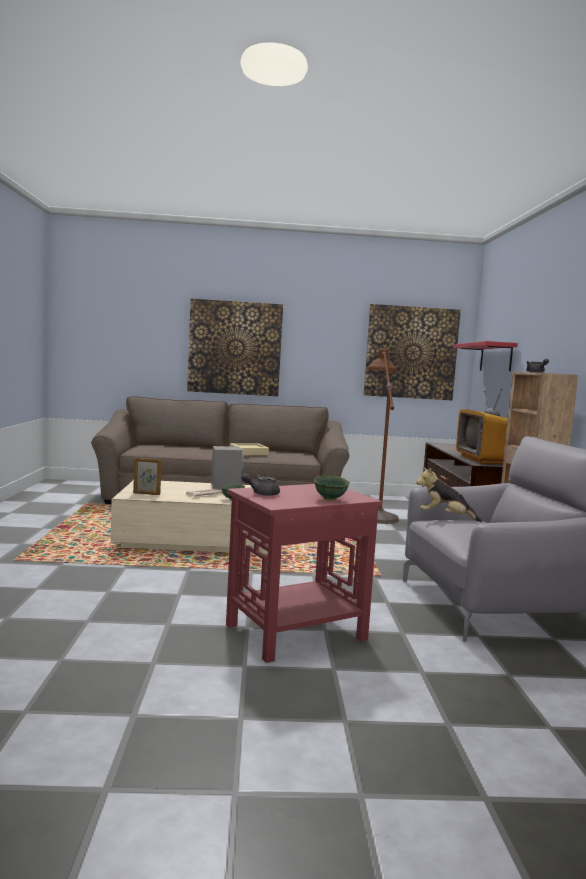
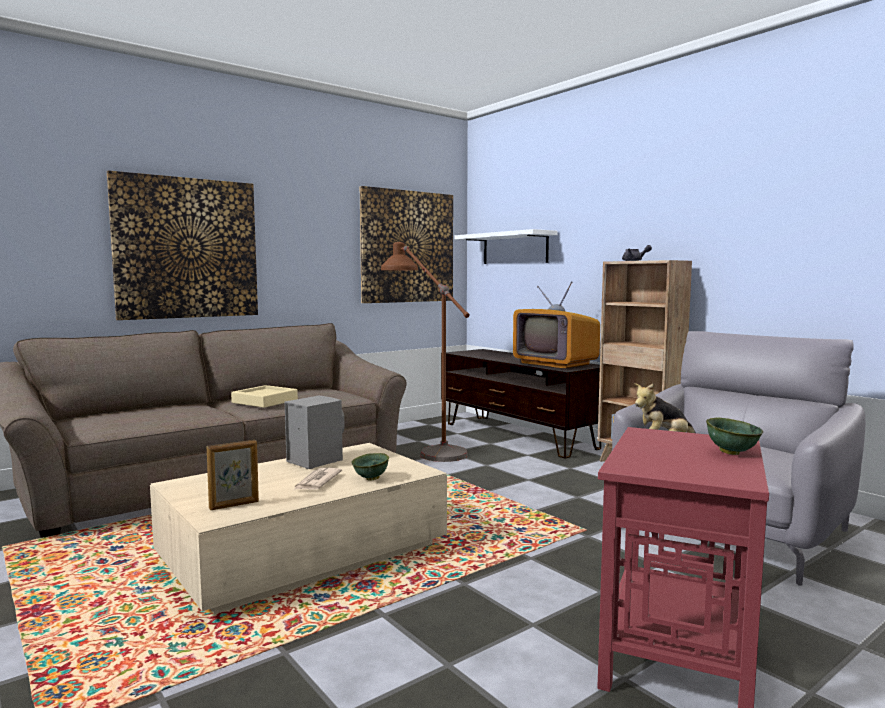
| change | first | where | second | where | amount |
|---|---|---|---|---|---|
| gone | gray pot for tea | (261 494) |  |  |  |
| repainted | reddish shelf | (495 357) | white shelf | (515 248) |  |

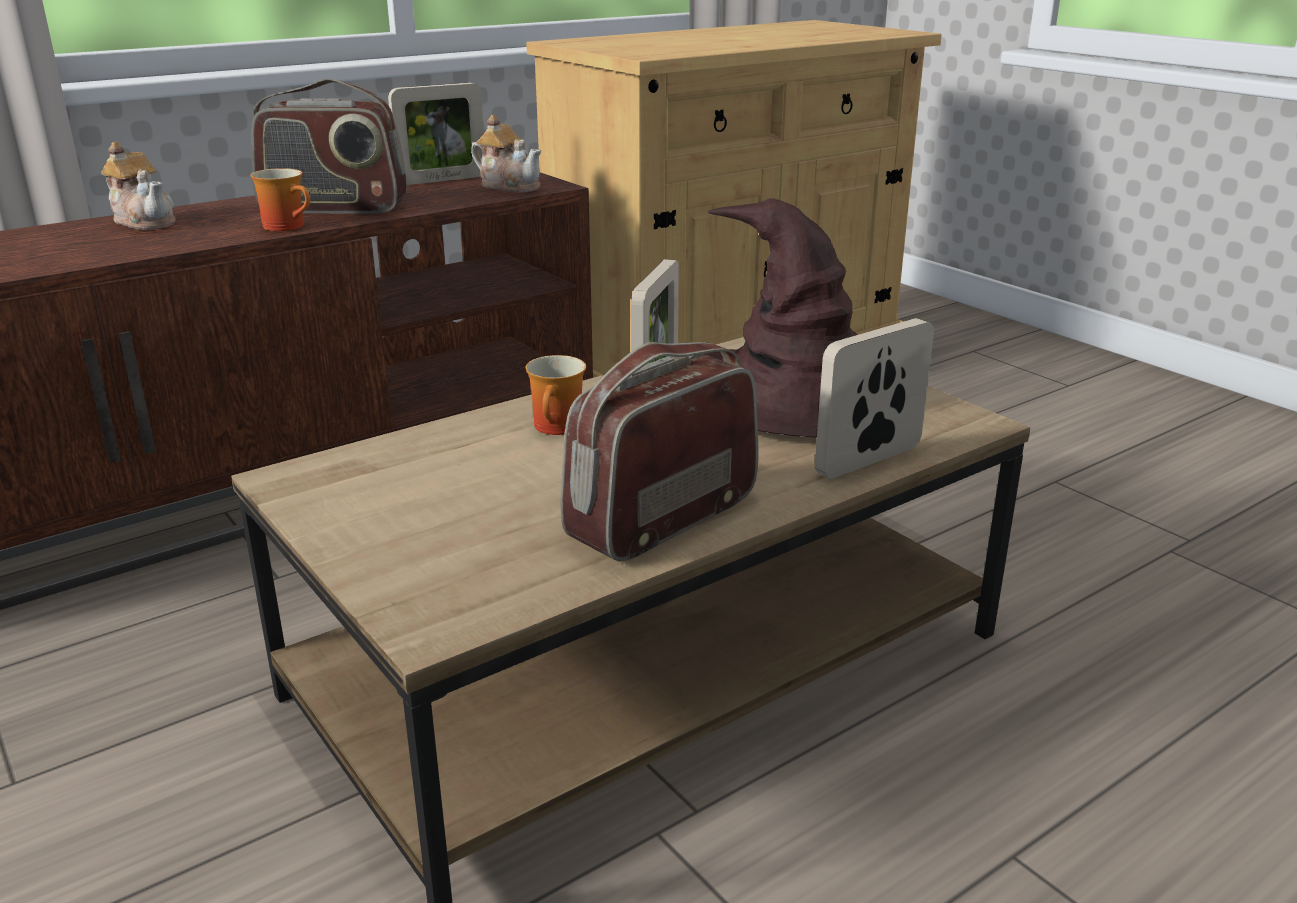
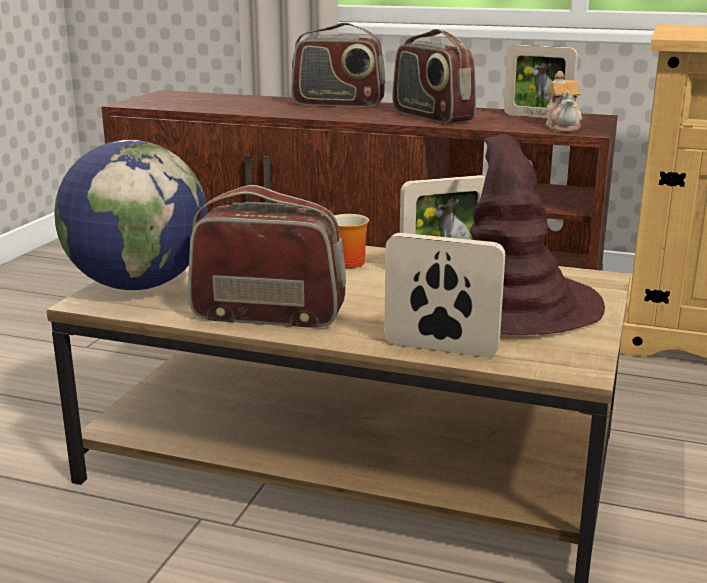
| change | first | where | second | where | amount |
|---|---|---|---|---|---|
| gone | coffee mug | (289 226) |  |  |  |
| new |  |  | world globe | (138 285) |  |
| swapped | pot for tea | (145 221) | radio | (338 104) |  |

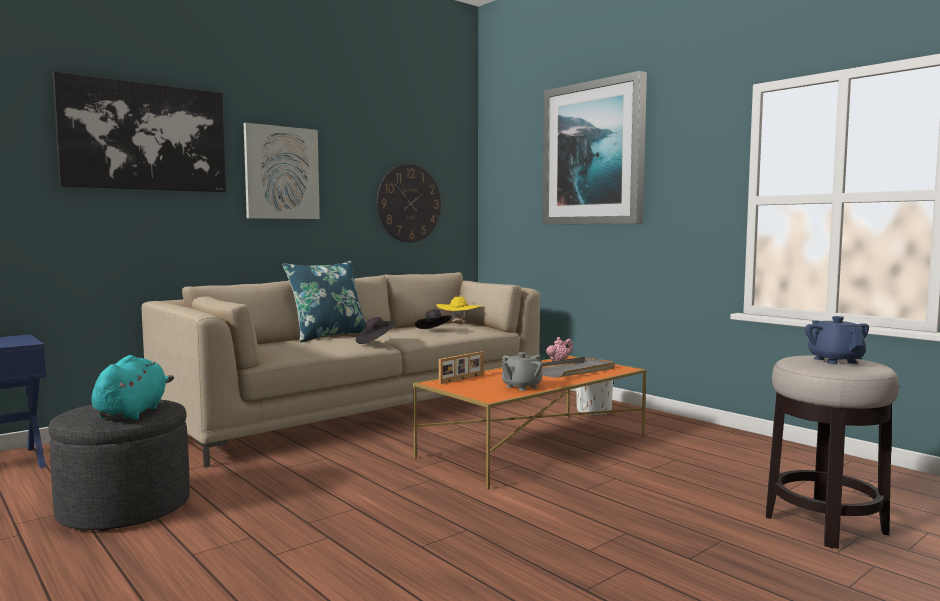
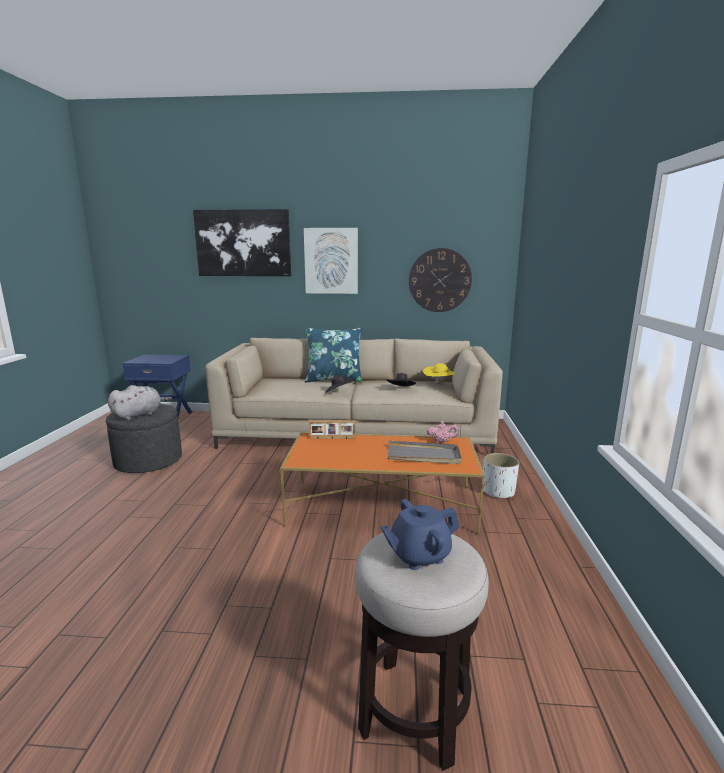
| change | first | where | second | where | amount |
|---|---|---|---|---|---|
| gone | gray pot for tea | (521 387) |  |  |  |
| gone | wall picture | (594 154) |  |  |  |
| repainted | blue-green plush toy | (132 413) | gray plush toy | (139 415) |  |
| rotated | blue pot for tea | (835 360) |  | (419 555) | 150 degrees counterclockwise |

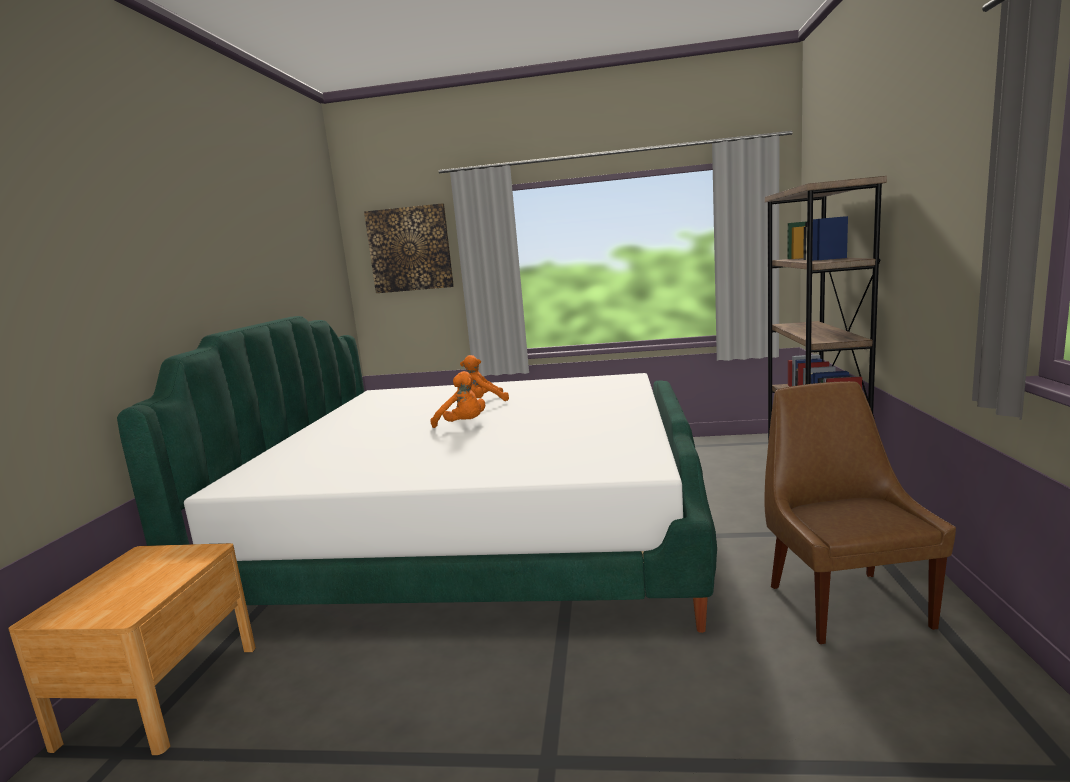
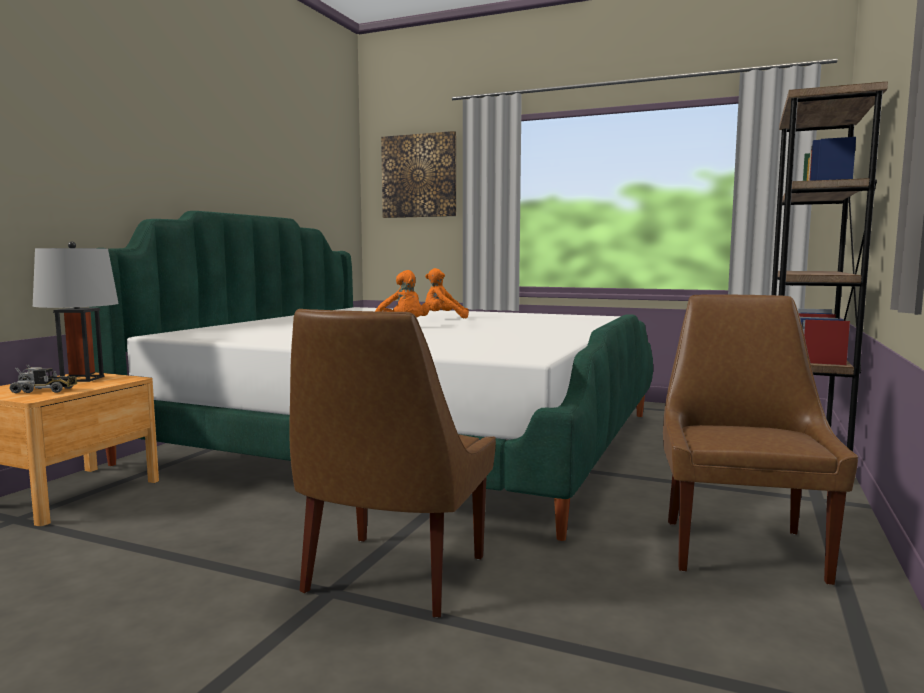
| change | first | where | second | where | amount |
|---|---|---|---|---|---|
| new |  |  | toy lorry | (45 390) |  |
| new |  |  | gray tabletop lamp | (82 379) |  |
| new |  |  | brown plain chair | (392 577) |  |

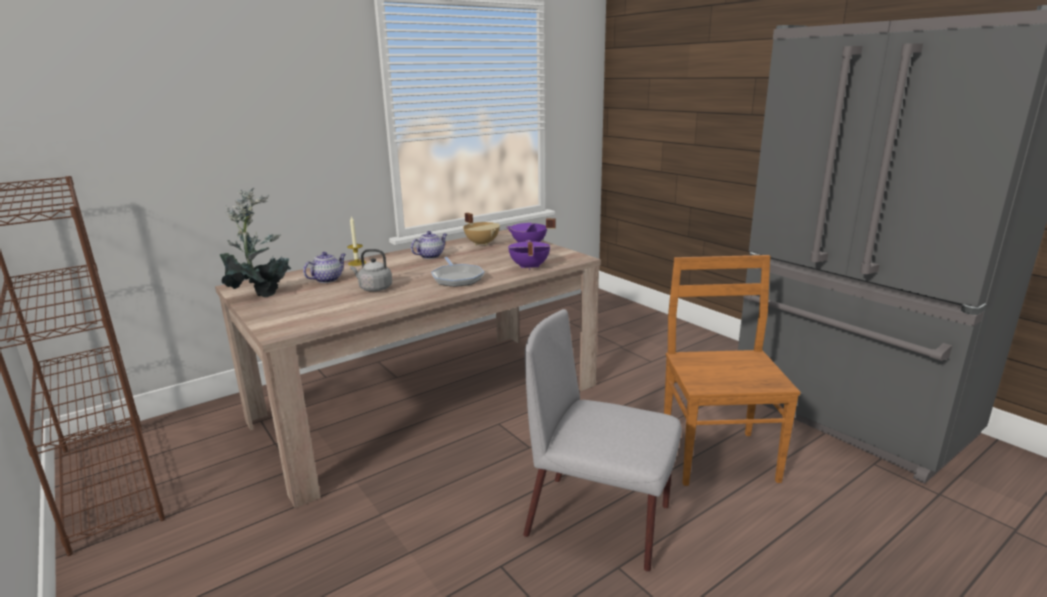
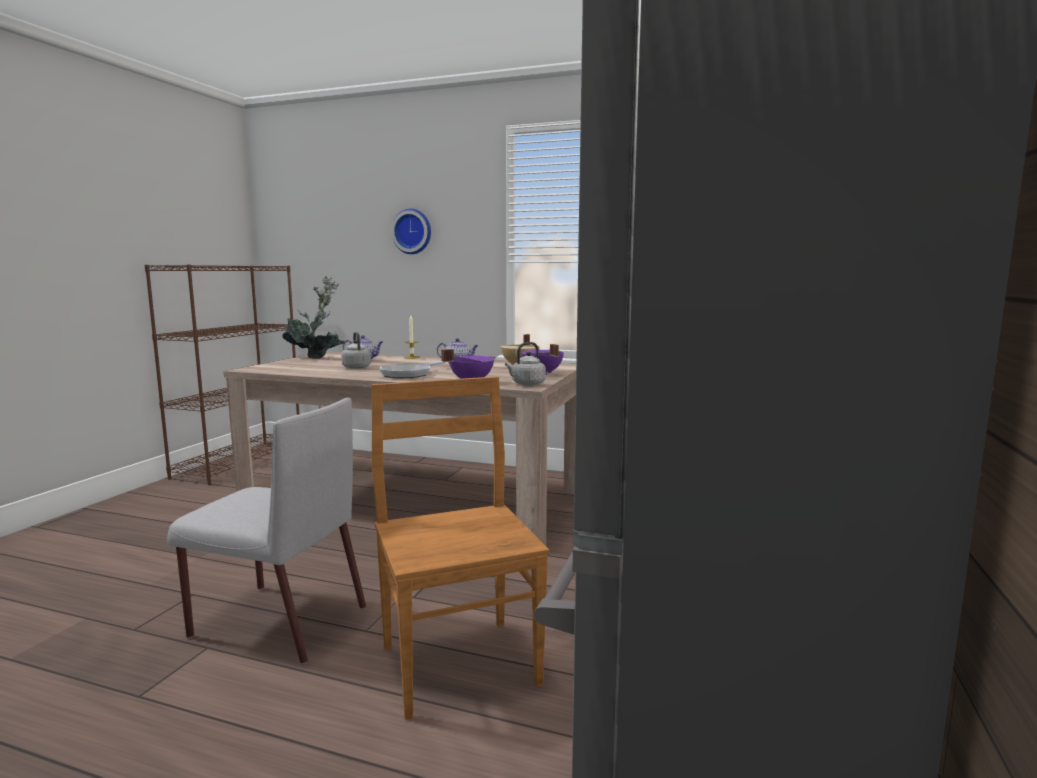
| change | first | where | second | where | amount |
|---|---|---|---|---|---|
| new |  |  | clock on the wall | (413 231) |  |
| new |  |  | gray water kettle | (526 384) |  |
| rotated | gray plain chair | (601 521) |  | (277 621) | 120 degrees clockwise |
| rotated | brown plain chair | (717 455) |  | (458 662) | 75 degrees counterclockwise |

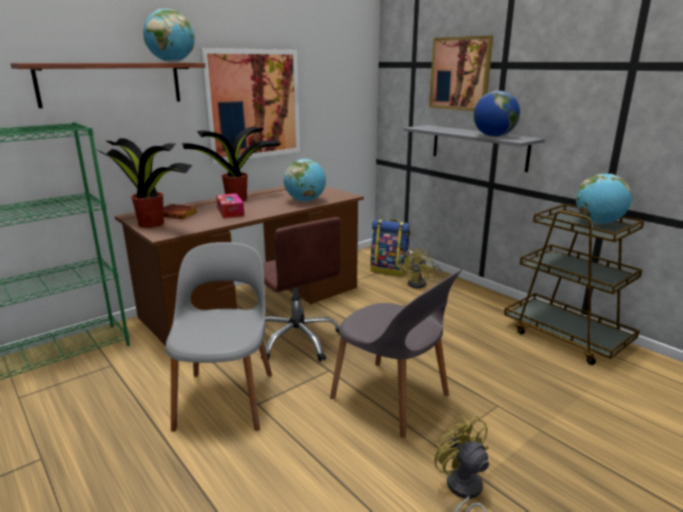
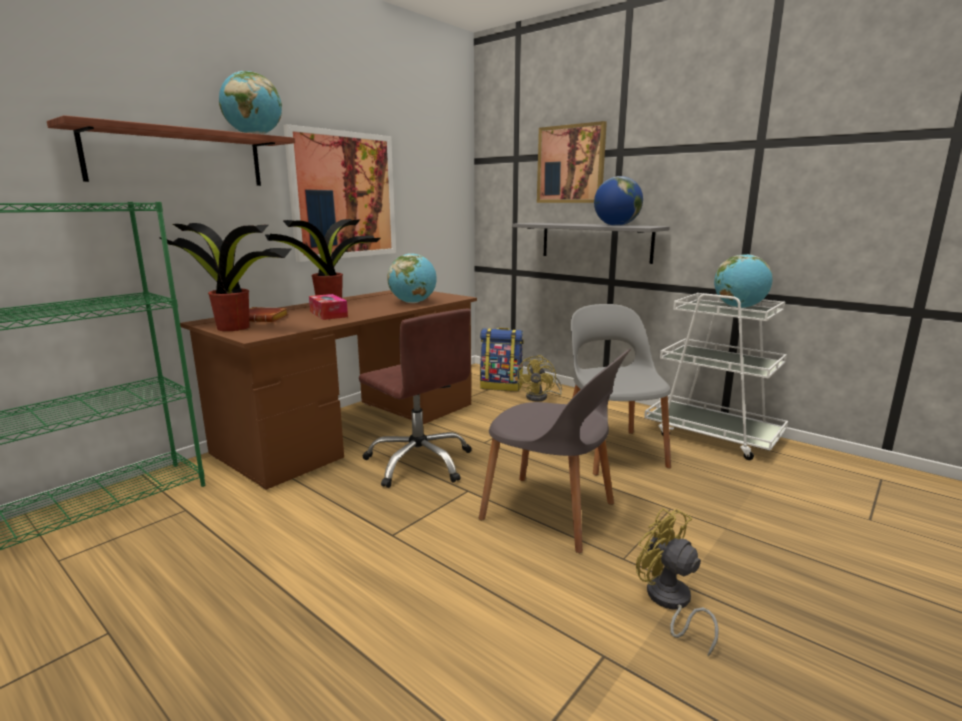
| change | first | where | second | where | amount |
|---|---|---|---|---|---|
| shifted | gray plain chair | (226 398) |  | (612 450) |  |
| repainted | brown wheeled cart | (566 336) | white wheeled cart | (712 436) |  |

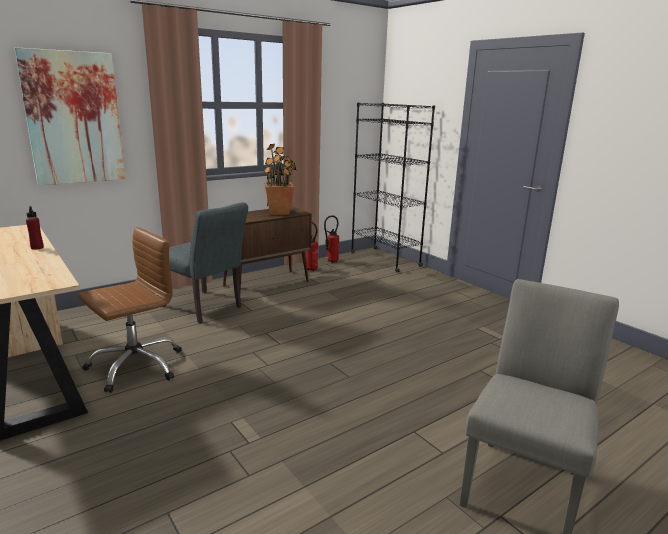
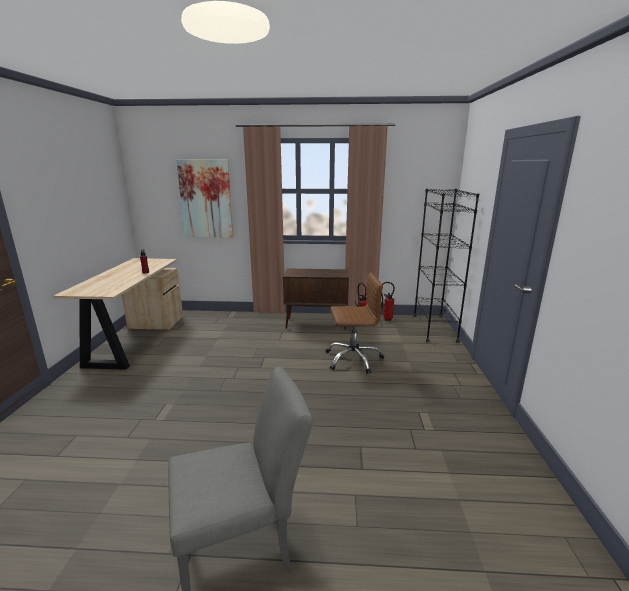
| change | first | where | second | where | amount |
|---|---|---|---|---|---|
| gone | gray plain chair | (205 308) |  |  |  |
| gone | houseplant | (279 212) |  |  |  |
| shifted | brown computer chair | (135 366) |  | (353 359) |  |

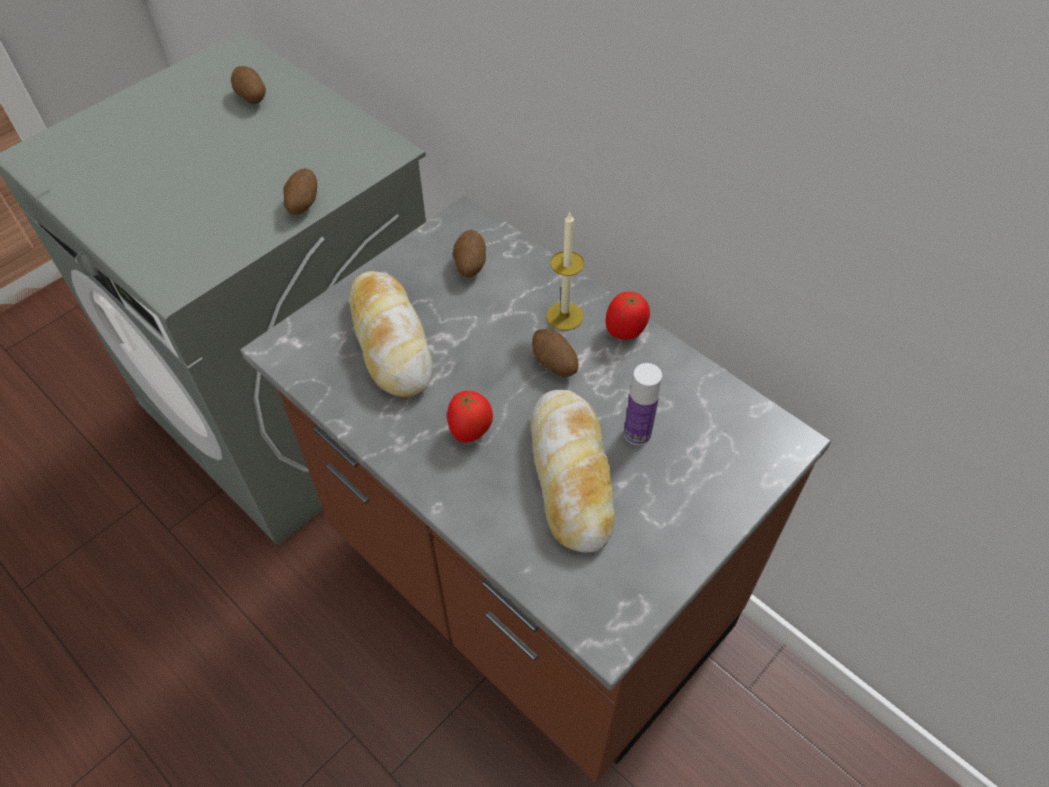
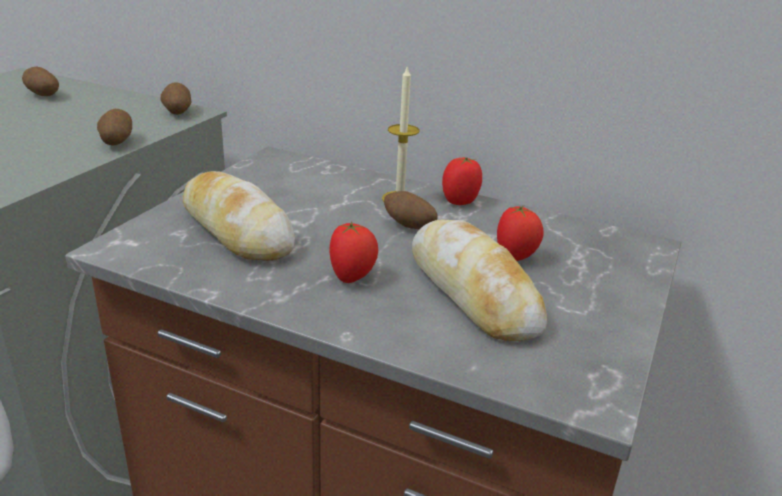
| change | first | where | second | where | amount |
|---|---|---|---|---|---|
| shifted | potato | (470 265) |  | (177 112) |  |
| swapped | bottle | (637 434) | whole tomato | (515 257) |  |

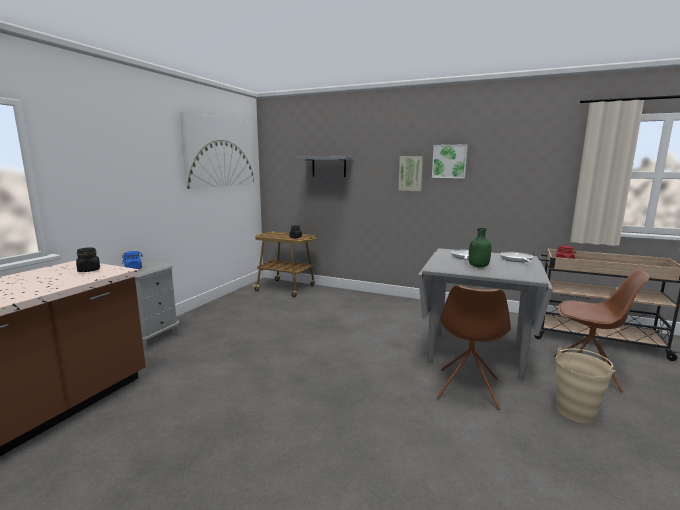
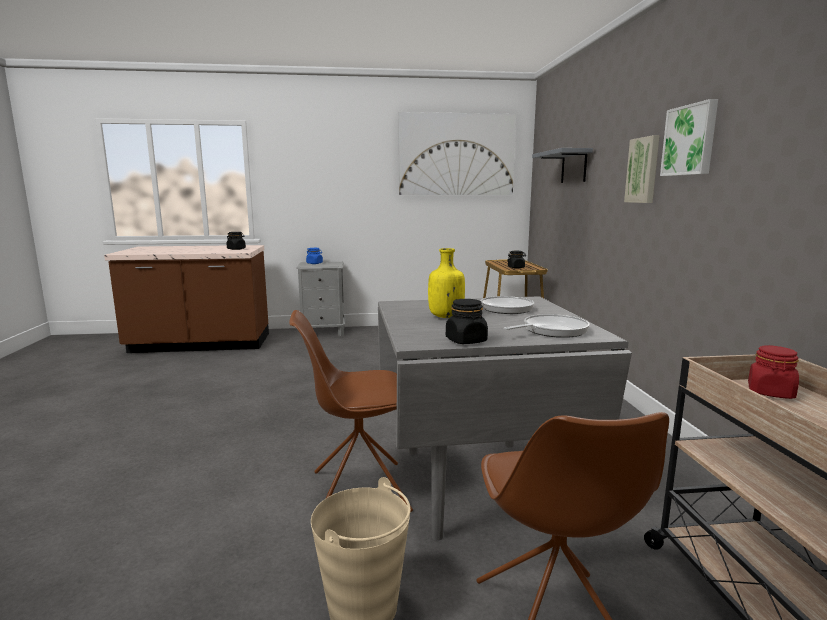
| change | first | where | second | where | amount |
|---|---|---|---|---|---|
| new |  |  | blackish storage jar | (466 341) |  |
| repainted | greenish bottle | (478 266) | yellow-coloured bottle | (445 316) |  |

